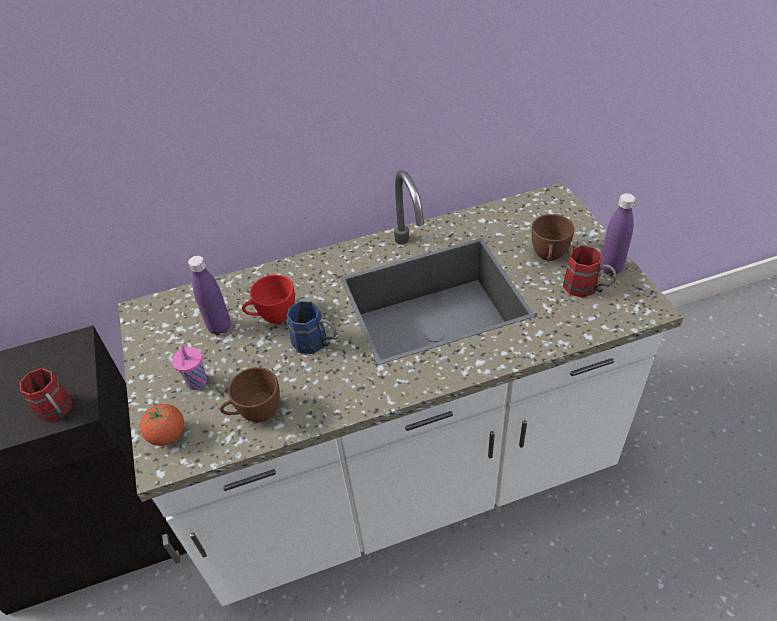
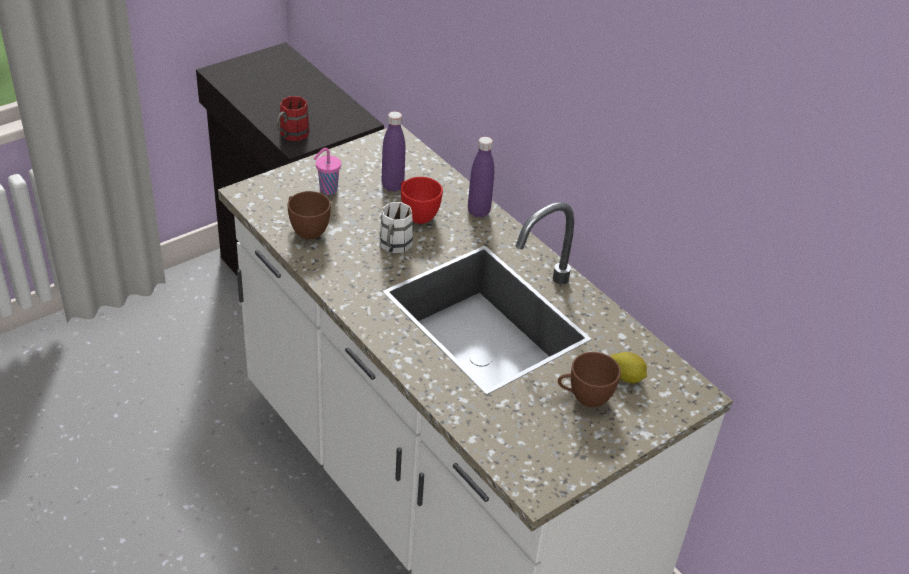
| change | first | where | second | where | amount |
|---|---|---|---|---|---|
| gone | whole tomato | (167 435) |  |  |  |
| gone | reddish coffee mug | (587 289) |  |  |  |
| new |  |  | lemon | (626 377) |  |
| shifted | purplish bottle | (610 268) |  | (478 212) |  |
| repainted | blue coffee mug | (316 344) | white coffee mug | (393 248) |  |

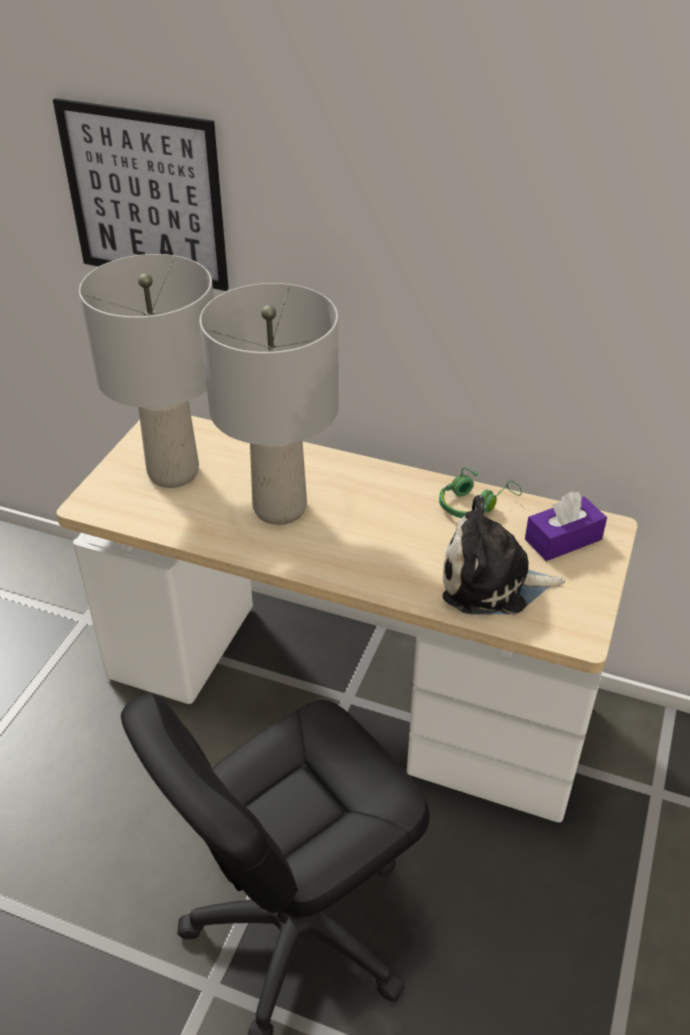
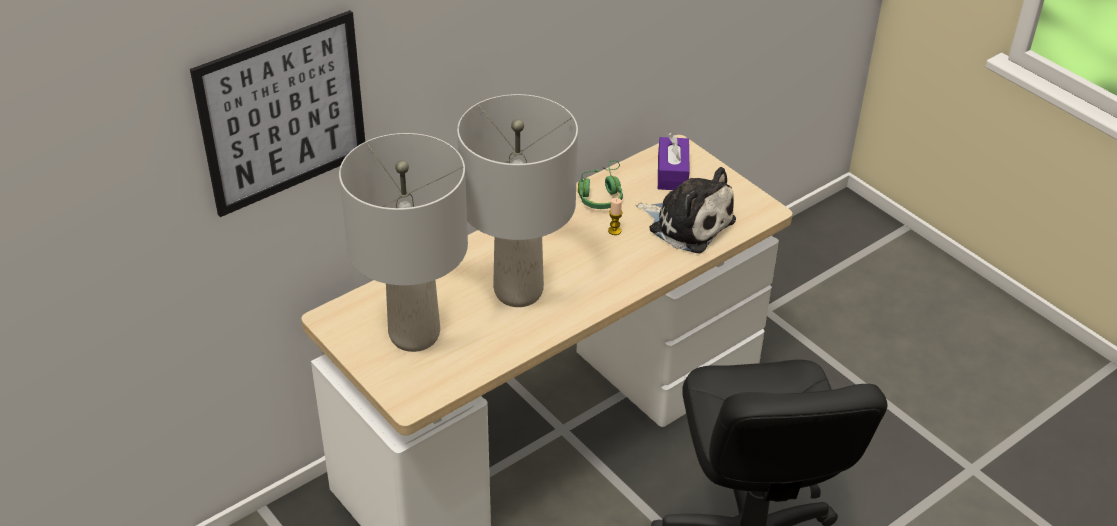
| change | first | where | second | where | amount |
|---|---|---|---|---|---|
| new |  |  | wax candle | (614 231) |  |
| rotated | plush toy | (492 582) |  | (687 223) | 90 degrees counterclockwise |

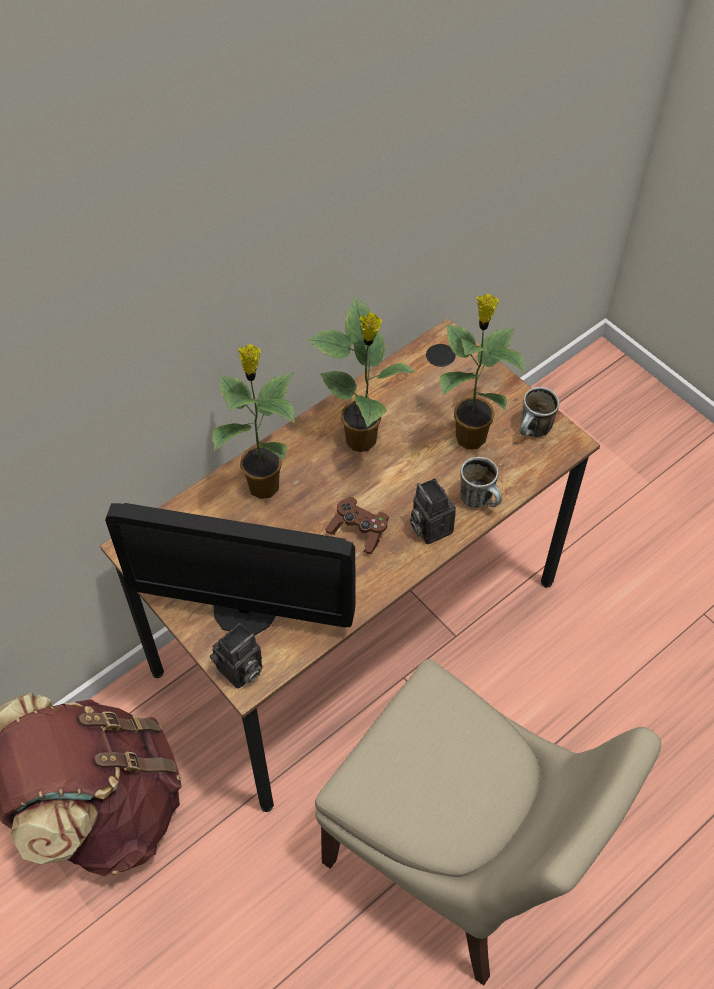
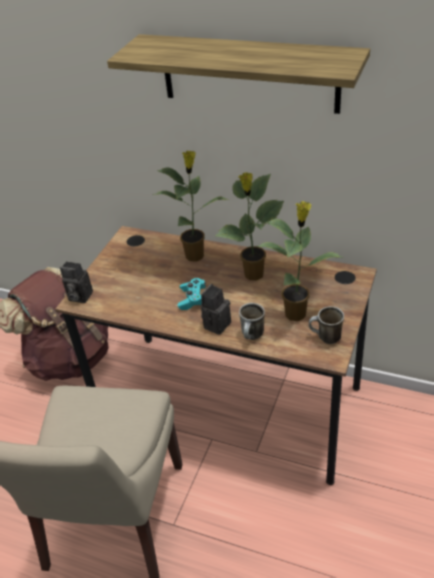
| change | first | where | second | where | amount |
|---|---|---|---|---|---|
| gone | computer display | (245 609) |  |  |  |
| new |  |  | shelf | (249 73) |  |
| repainted | brown game controller | (358 531) | blue-green game controller | (192 299) |  |

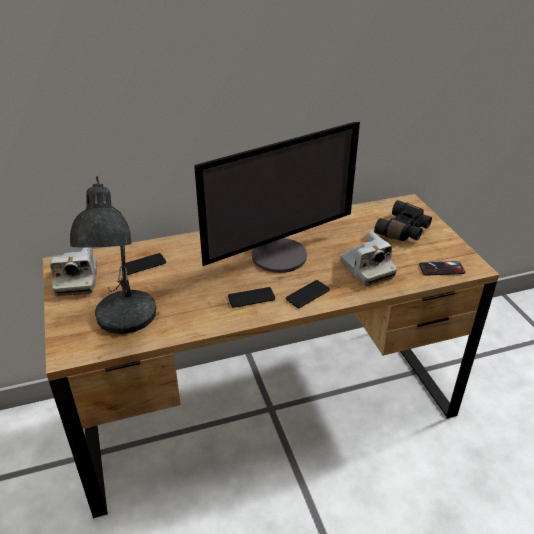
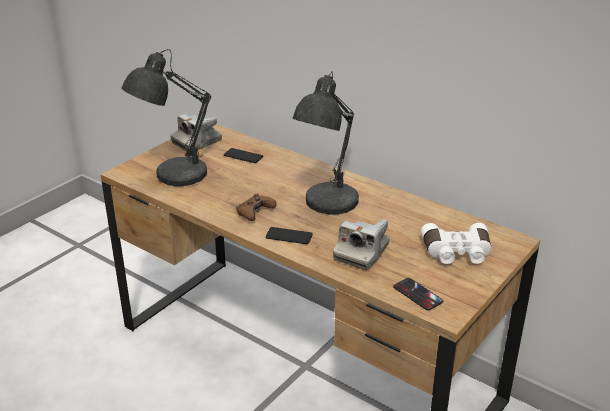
| change | first | where | second | where | amount |
|---|---|---|---|---|---|
| swapped | computer display | (279 254) | gray tabletop lamp | (327 204) |  |
| swapped | telephone | (251 298) | brown game controller | (255 213) |  |
| repainted | blackish binoculars | (404 230) | white binoculars | (456 253) |  |

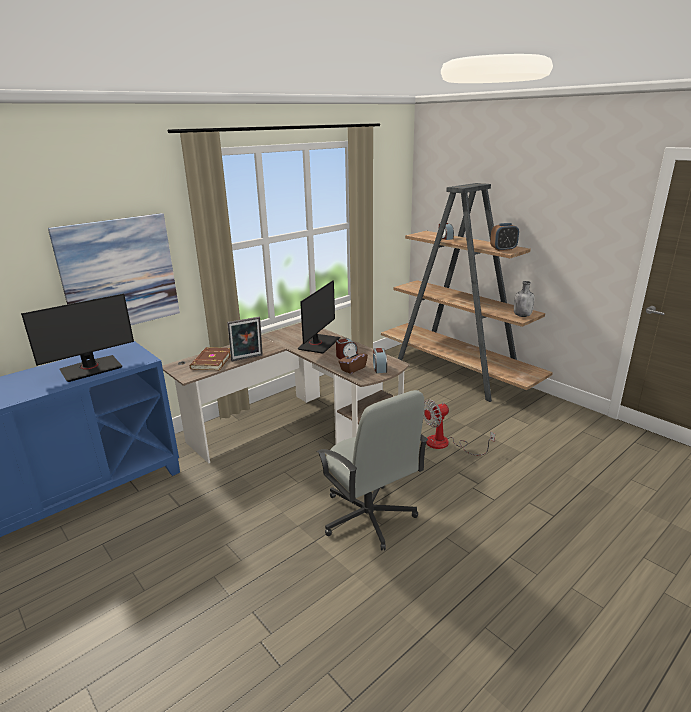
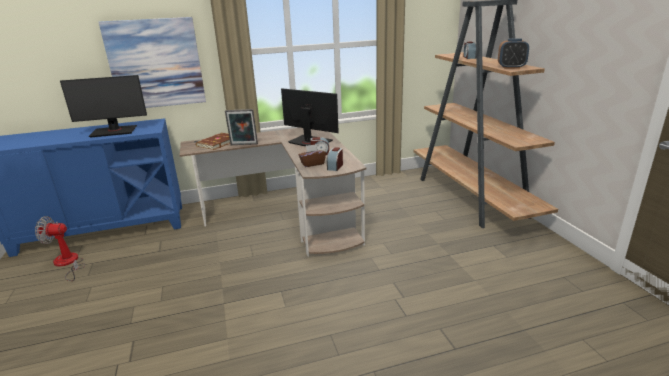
| change | first | where | second | where | amount |
|---|---|---|---|---|---|
| gone | gray computer chair | (368 517) |  |  |  |
| gone | gray bottle | (522 315) |  |  |  |
| shifted | fan | (446 444) |  | (68 263) |  |
| rotated | computer display | (318 344) |  | (310 142) | 105 degrees counterclockwise |

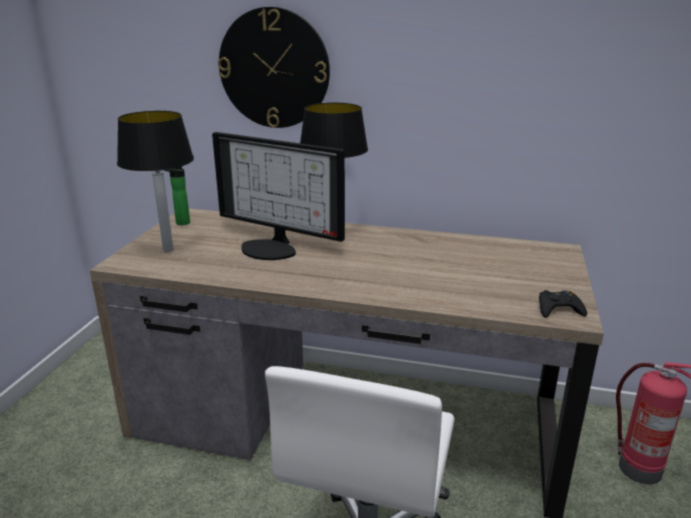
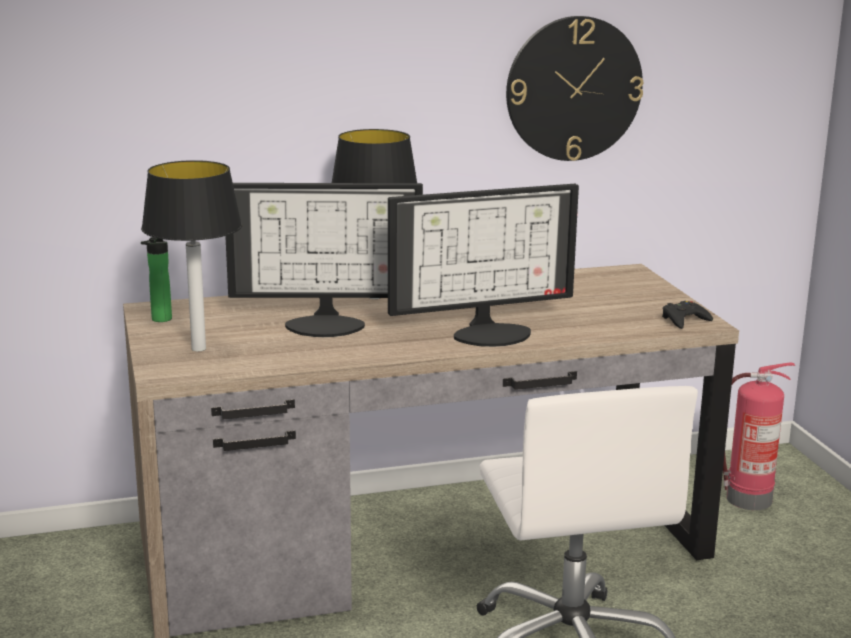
| change | first | where | second | where | amount |
|---|---|---|---|---|---|
| new |  |  | computer display | (490 332) |  |
| shifted | clock on the wall | (274 69) |  | (573 89) |  |

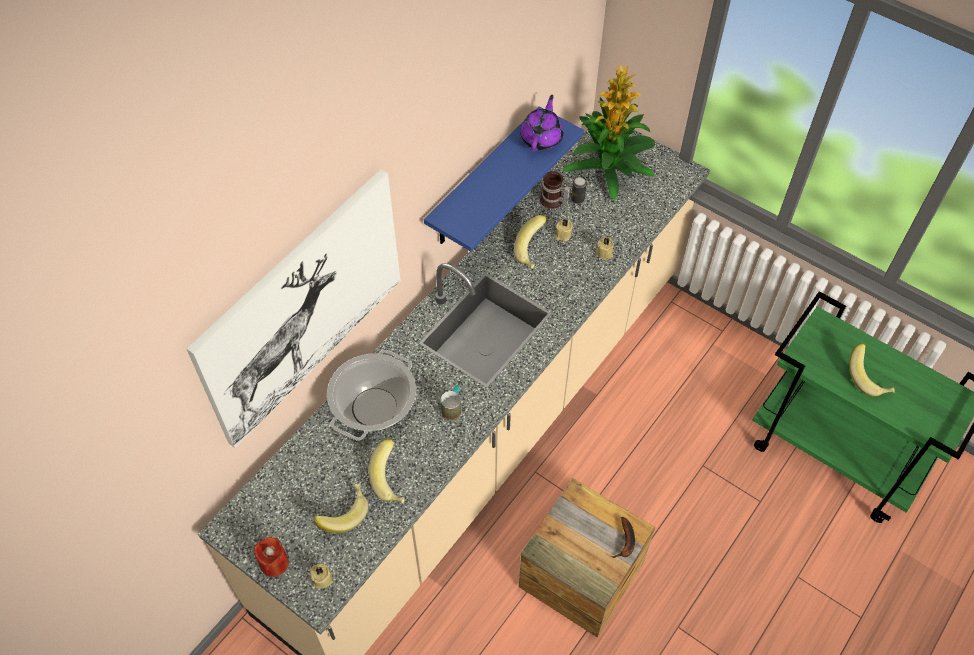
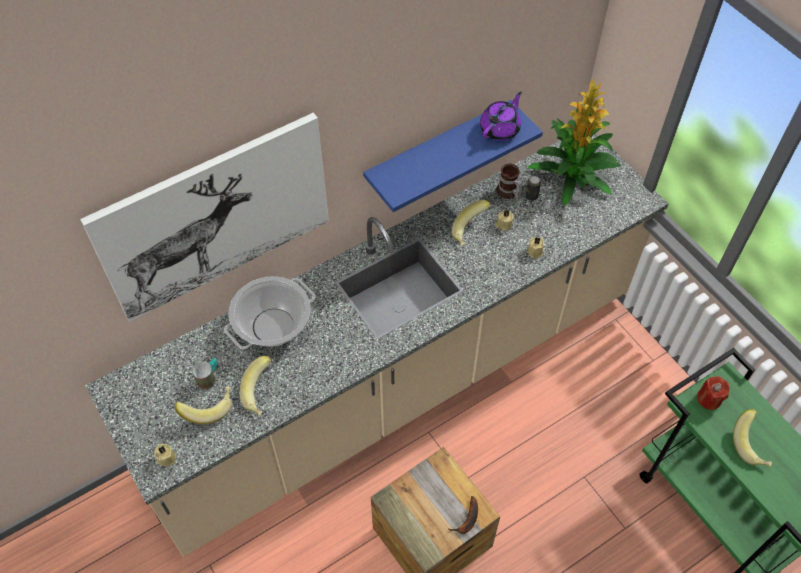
| change | first | where | second | where | amount |
|---|---|---|---|---|---|
| shifted | reddish wax candle | (274 563) |  | (709 399) |  |
| shifted | coffee mug | (453 408) |  | (209 378) |  |

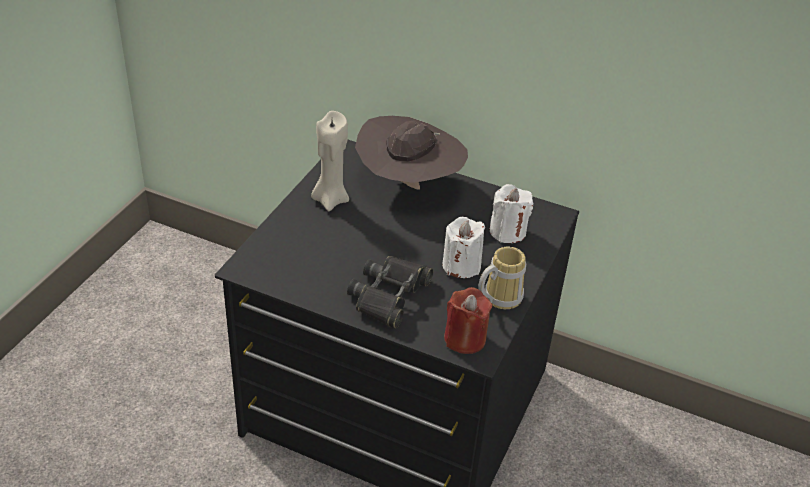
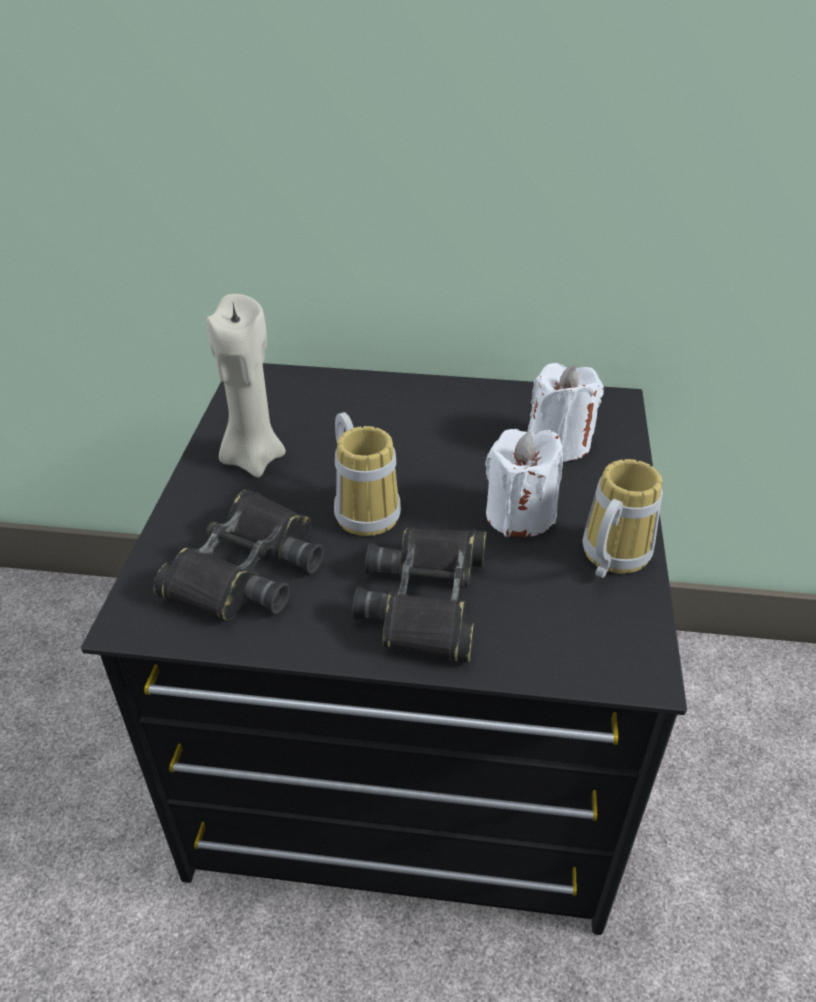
| change | first | where | second | where | amount |
|---|---|---|---|---|---|
| gone | brown wearable hat | (409 185) |  |  |  |
| gone | reddish wax candle | (465 339) |  |  |  |
| new |  |  | blackish binoculars | (247 569) |  |
| new |  |  | coffee mug | (366 508) |  |

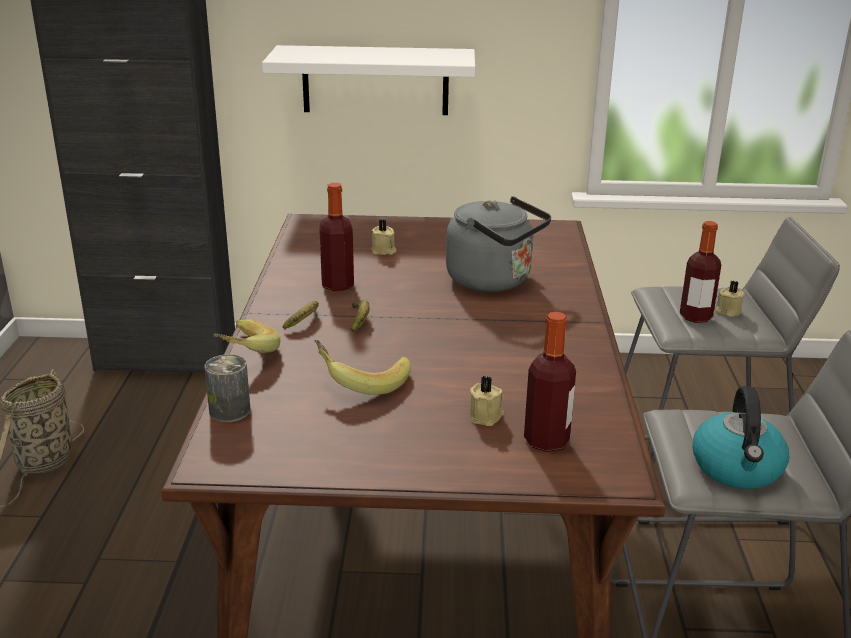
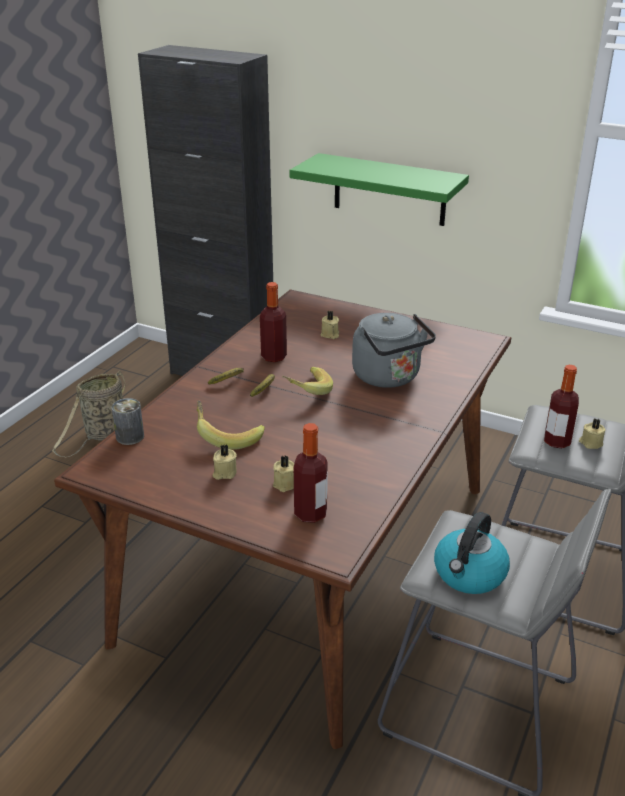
| change | first | where | second | where | amount |
|---|---|---|---|---|---|
| new |  |  | beige-coloured wax candle | (224 473) |  |
| shifted | whole banana | (242 353) |  | (305 391) |  |
| repainted | white shelf | (375 80) | greenish shelf | (389 190) |  |

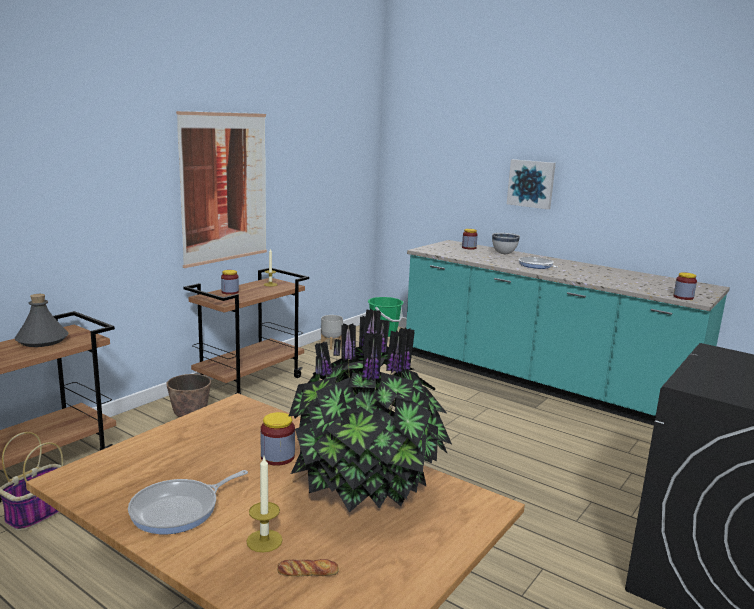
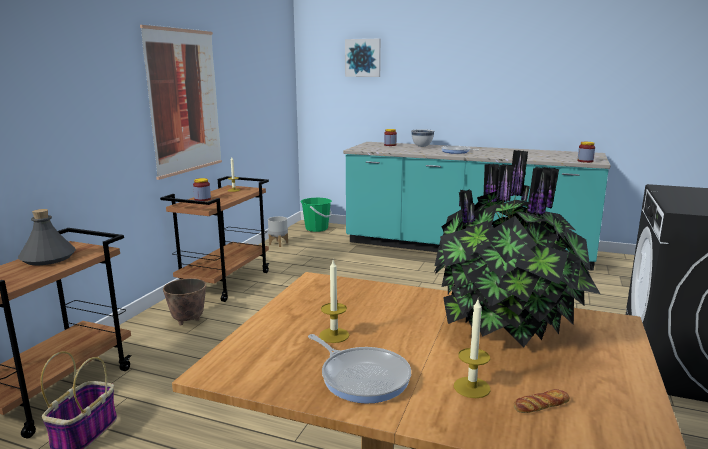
| change | first | where | second | where | amount |
|---|---|---|---|---|---|
| gone | storage jar | (277 457) |  |  |  |
| new |  |  | wax candle | (334 335) |  |
| shifted | wall picture | (531 183) |  | (363 58) |  |
| rotated | pan | (179 510) |  | (362 377) | 75 degrees counterclockwise |

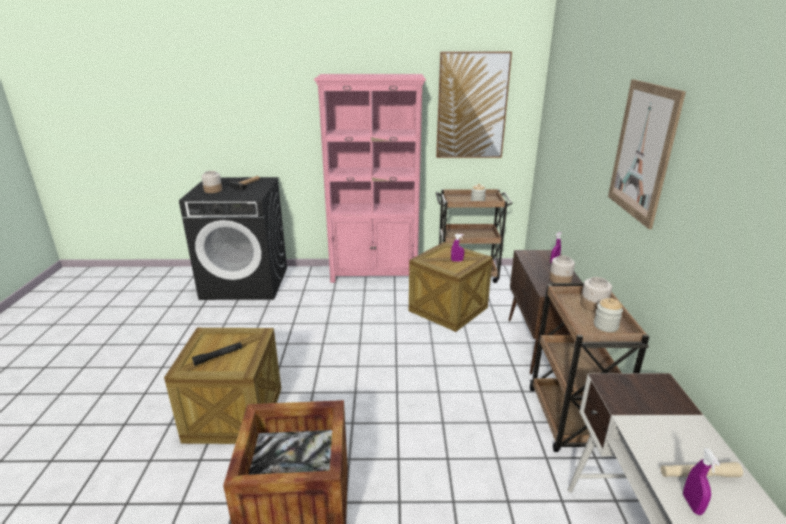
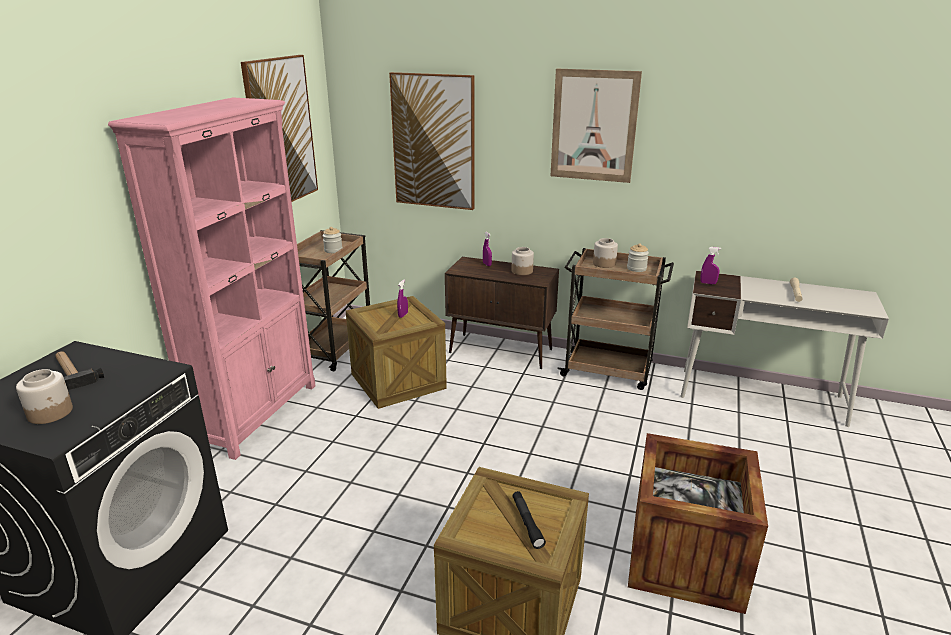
| change | first | where | second | where | amount |
|---|---|---|---|---|---|
| new |  |  | wall picture | (434 142) |  |
| shifted | purplish spray bottle | (692 504) |  | (708 283) |  |

